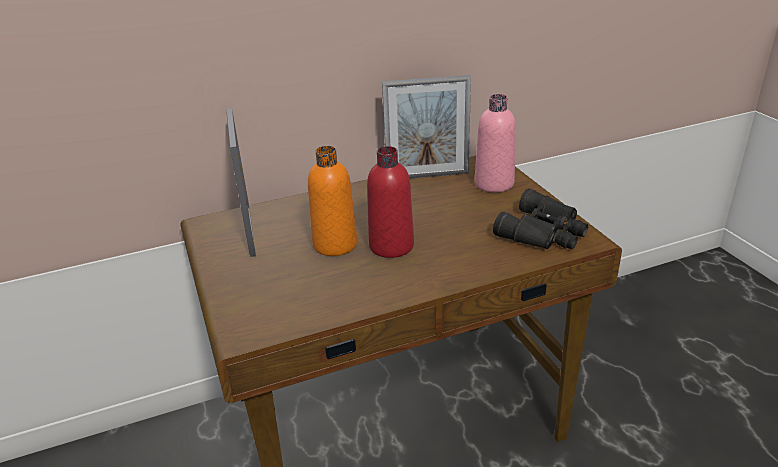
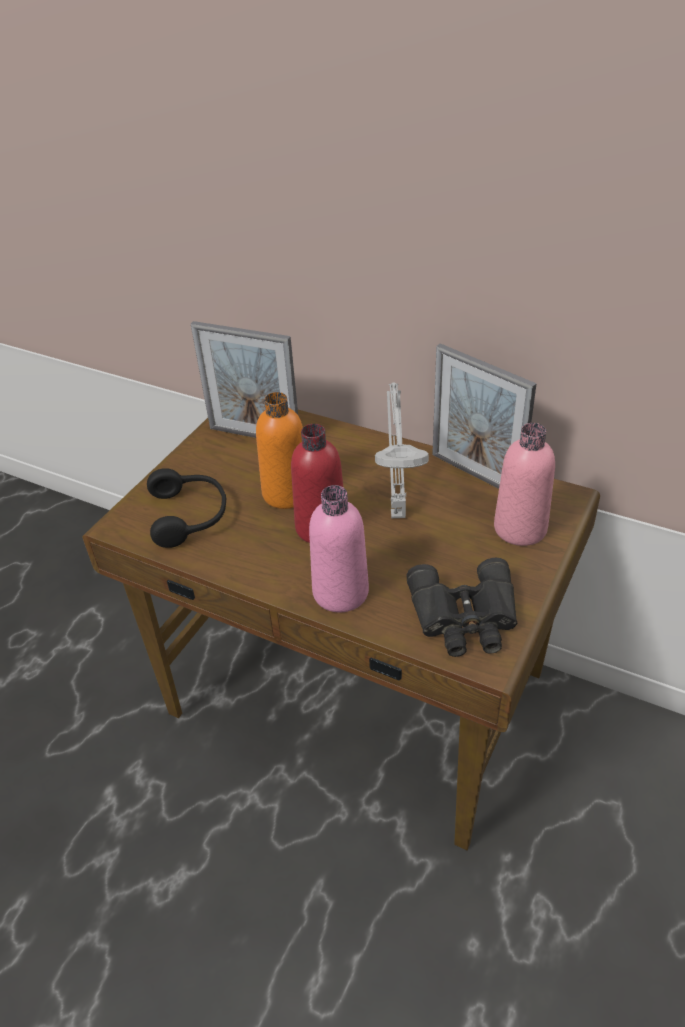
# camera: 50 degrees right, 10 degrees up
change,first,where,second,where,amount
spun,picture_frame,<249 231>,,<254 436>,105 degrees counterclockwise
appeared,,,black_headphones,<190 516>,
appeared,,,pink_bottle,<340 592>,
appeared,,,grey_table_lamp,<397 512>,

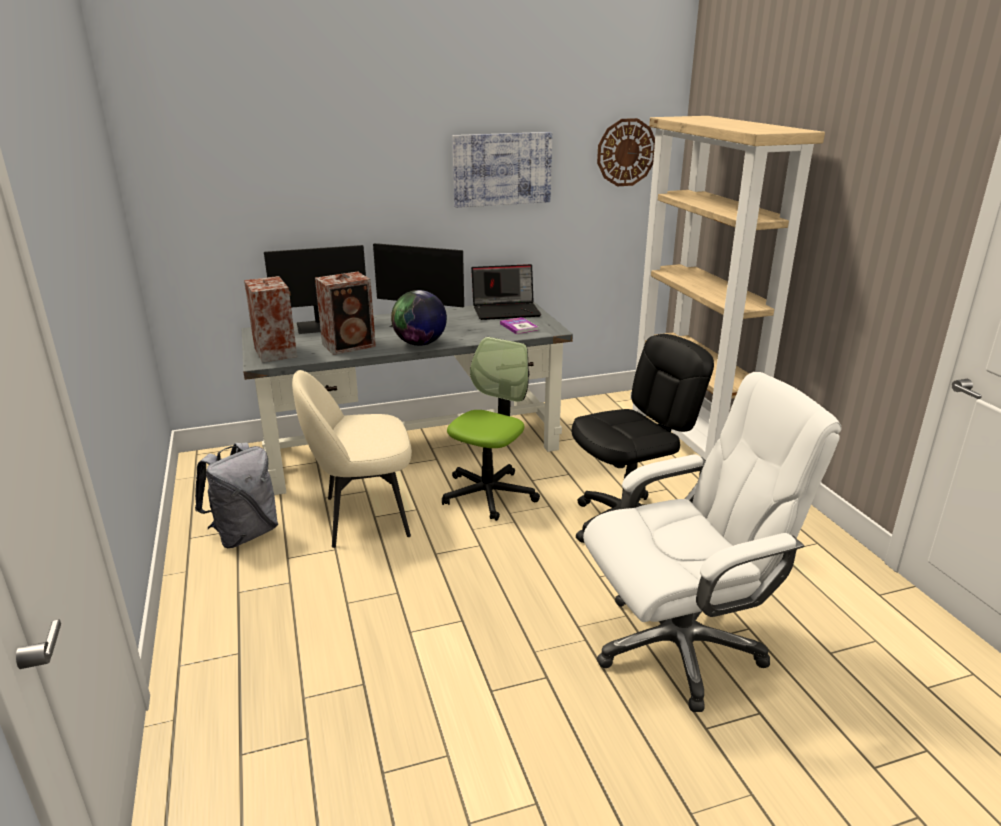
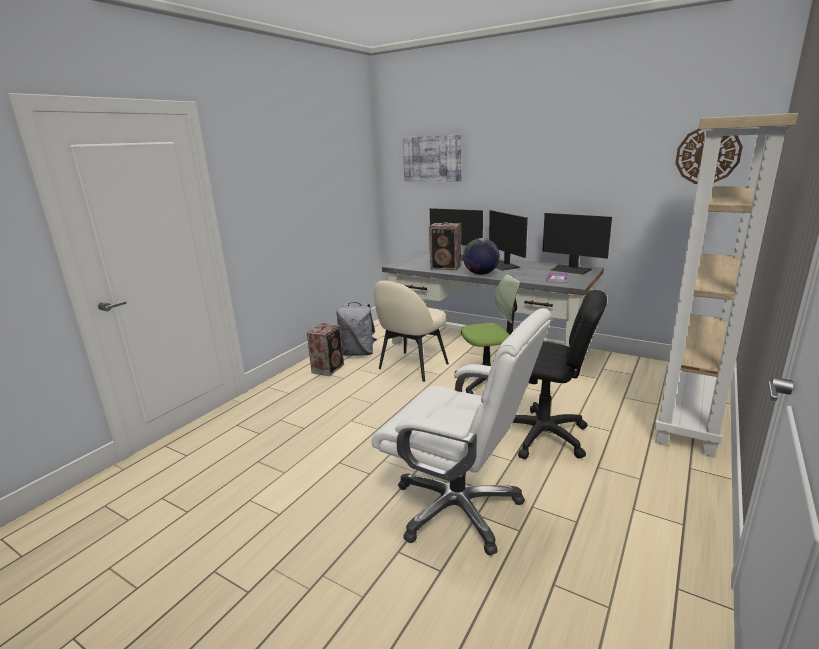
# camera: 50 degrees right, 5 degrees down
change,first,where,second,where,amount
relocated,speaker,<275 351>,,<329 368>,
spun,beige_chair,<363 517>,,<412 367>,90 degrees counterclockwise
relocated,picture,<502 169>,,<432 158>,
exchanged,laptop,<507 310>,monitor,<571 269>,

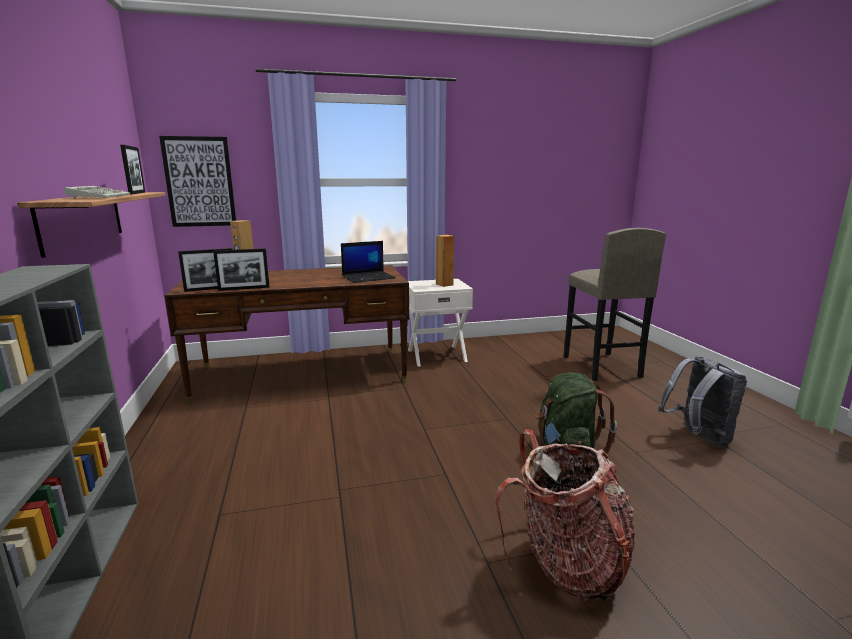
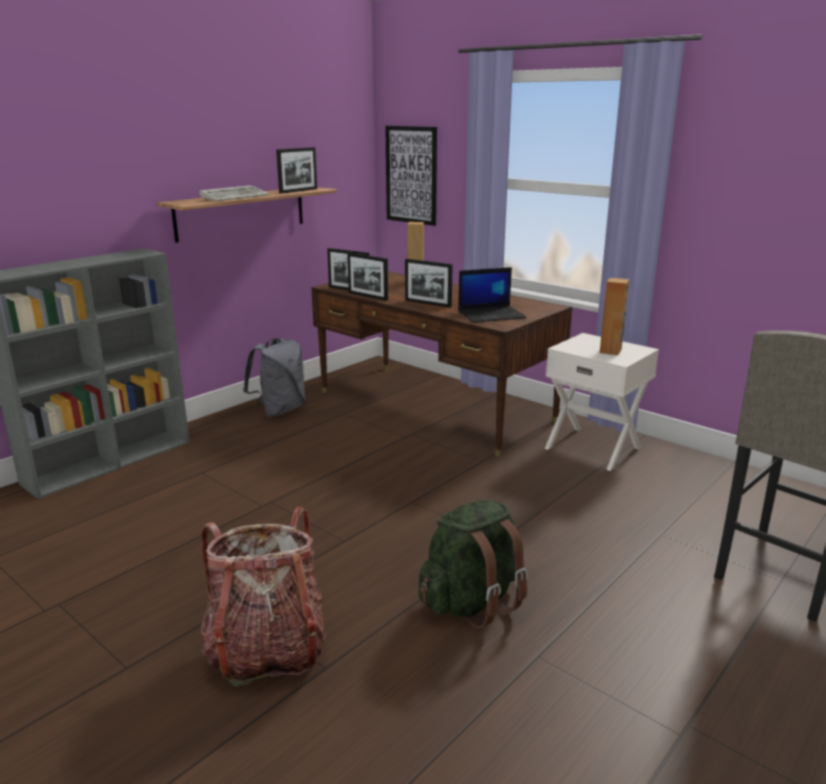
# camera: 55 degrees right, 5 degrees up
change,first,where,second,where,amount
spun,laptop,<369 277>,,<492 315>,45 degrees counterclockwise
relocated,grey_backpack,<698 437>,,<280 410>,
appeared,,,picture_frame,<428 303>,

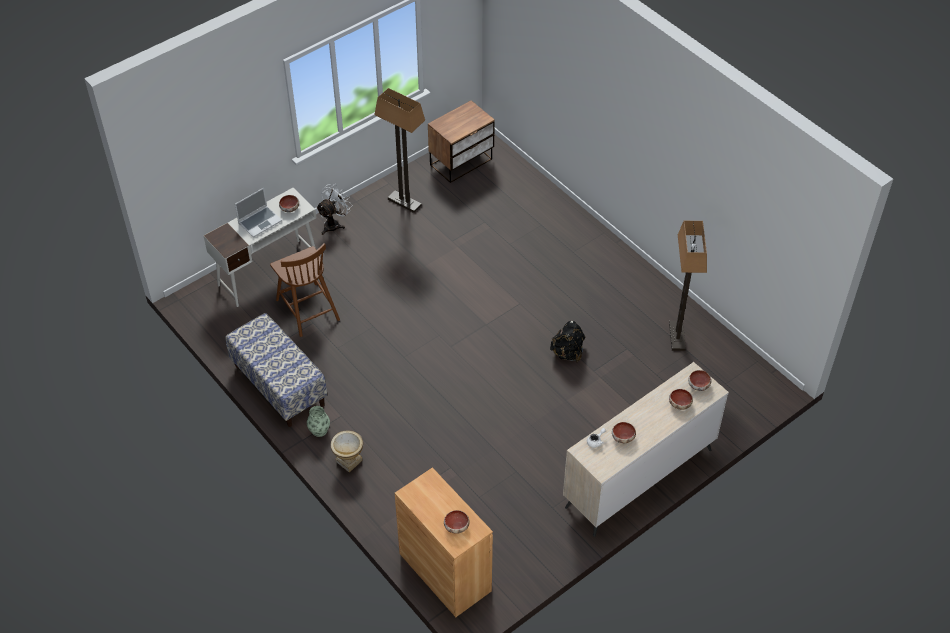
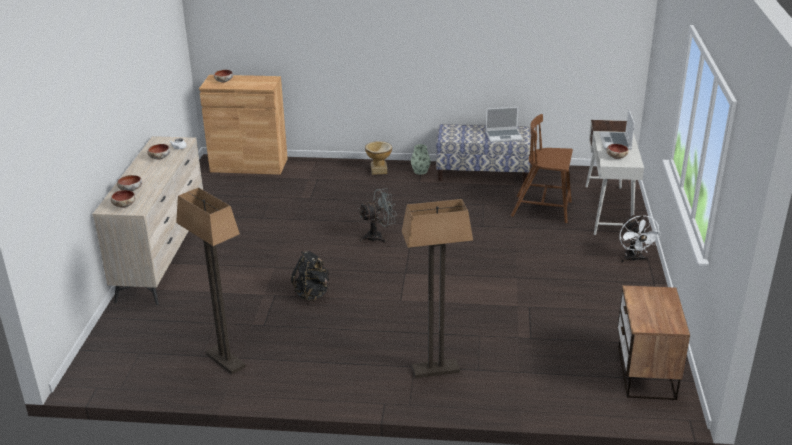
# camera: 135 degrees right, 20 degrees down
change,first,where,second,where,amount
relocated,floor_lamp,<405 202>,,<435 370>,
appeared,,,grey_fan,<378 236>,
appeared,,,laptop,<504 136>,

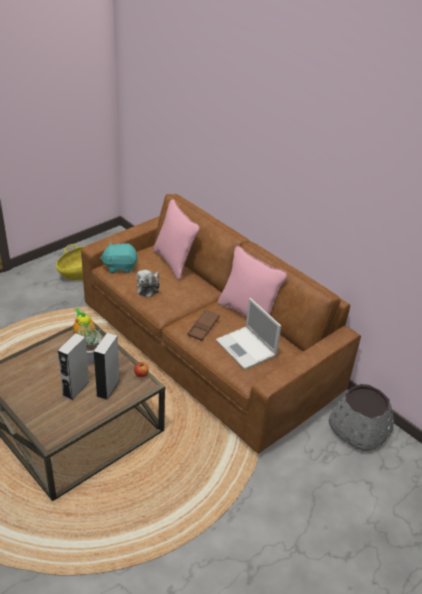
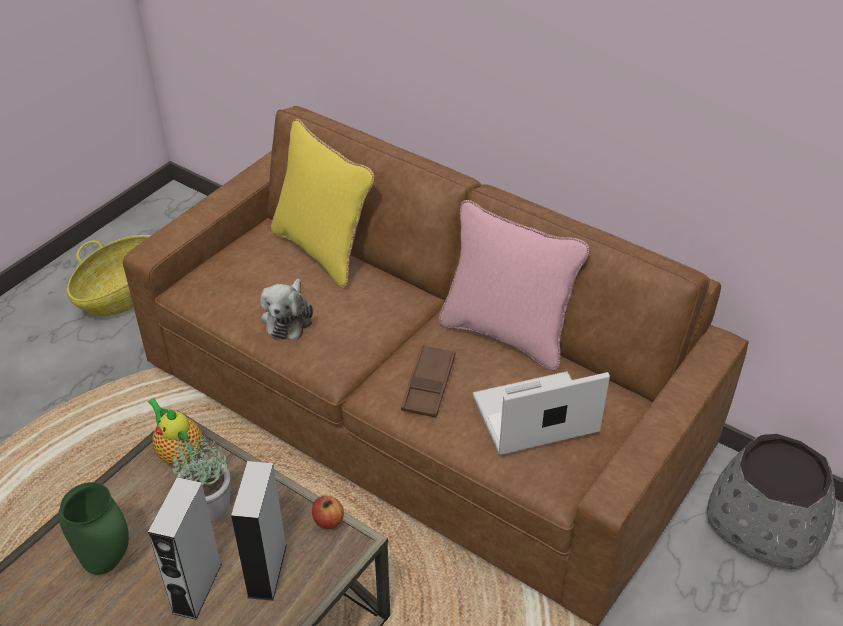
# camera: 10 degrees left, 5 degrees up
change,first,where,second,where,amount
missing,turquoise_plush_toy,<120 266>,,,
colour,pink_pillow,<174 262>,yellow_pillow,<323 250>,
spun,laptop,<246 348>,,<532 416>,120 degrees clockwise
appeared,,,green_vase,<108 561>,

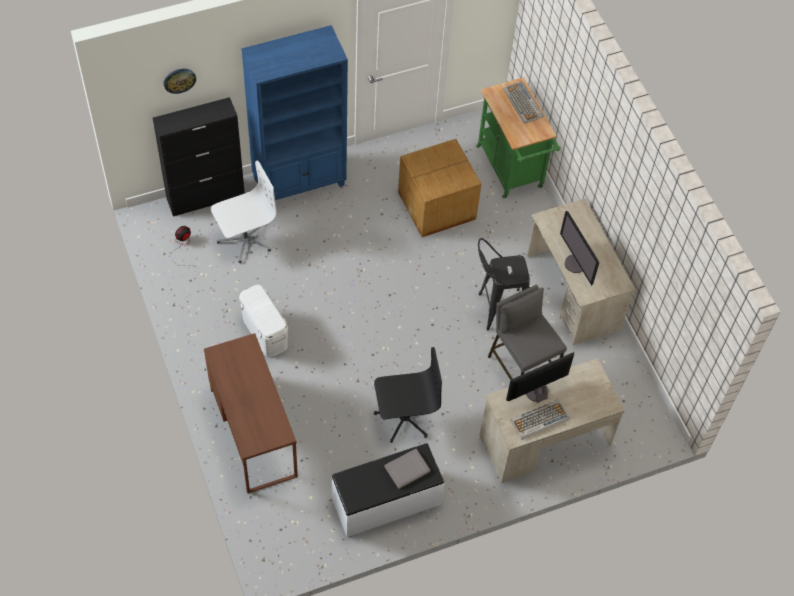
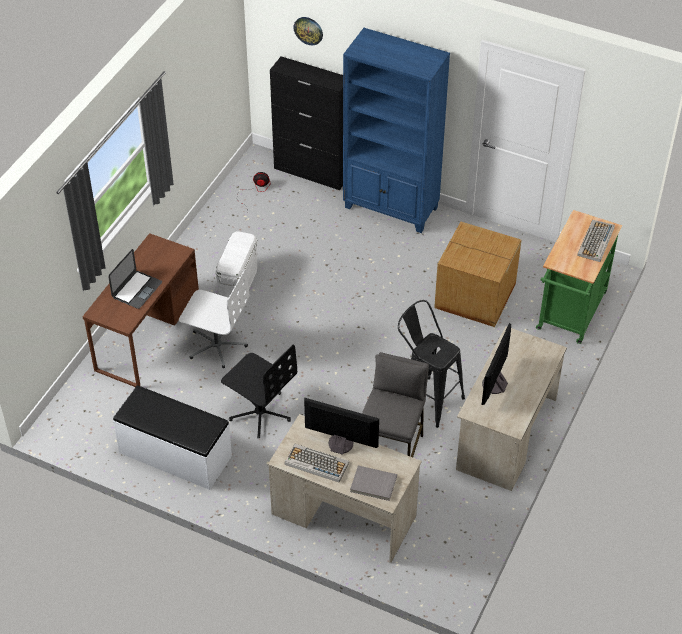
# camera: 50 degrees right, 10 degrees down
change,first,where,second,where,amount
relocated,white_office_chair,<245 239>,,<216 345>,
relocated,grey_book,<407 470>,,<373 485>,
appeared,,,laptop,<137 289>,

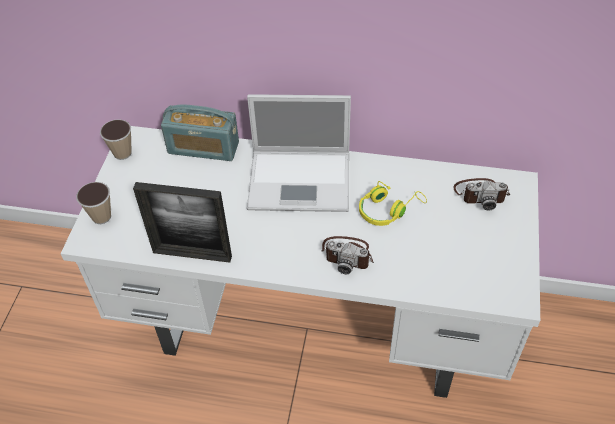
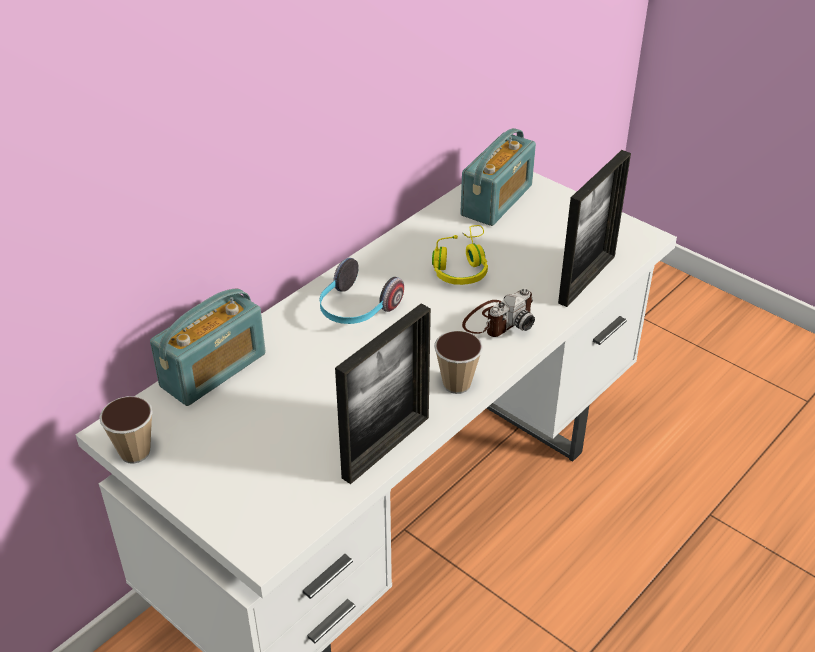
# camera: 60 degrees left, 10 degrees down
change,first,where,second,where,amount
relocated,cup,<101 217>,,<457 384>,
exchanged,laptop,<302 180>,headphones,<356 310>,
exchanged,photo_camera,<480 194>,radio,<497 200>,
appeared,,,picture_frame,<587 279>,

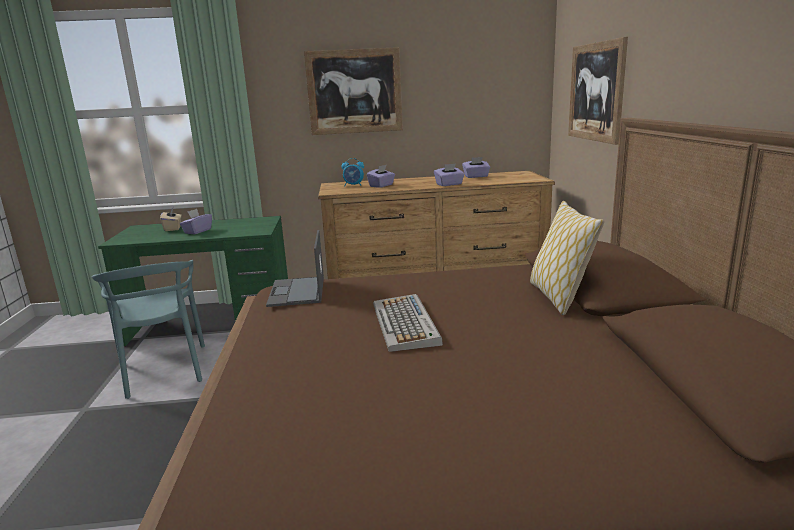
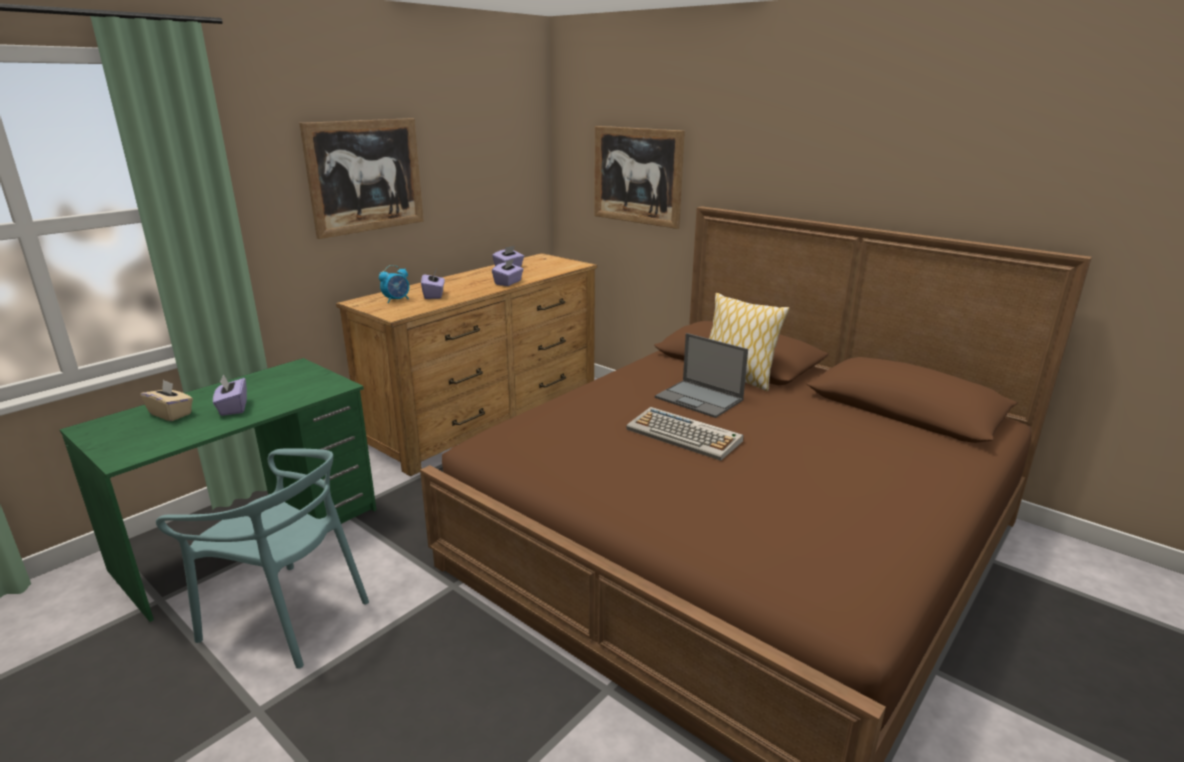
# camera: 45 degrees left, 5 degrees up
change,first,where,second,where,amount
relocated,laptop,<297 292>,,<700 399>,

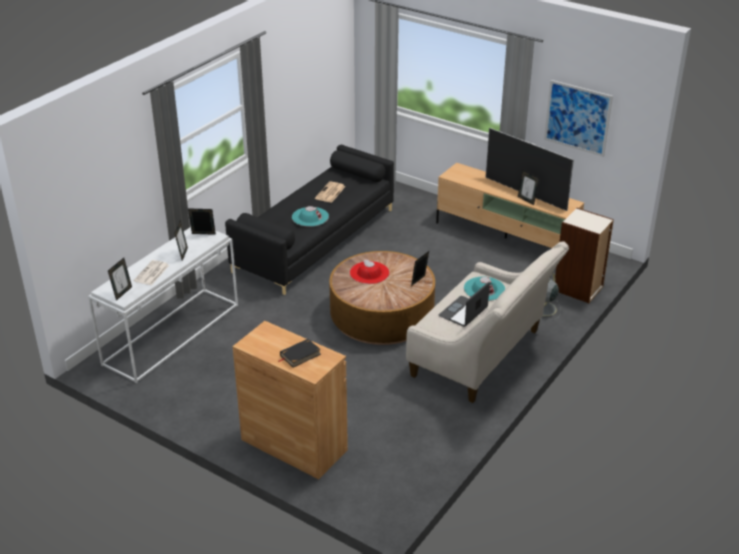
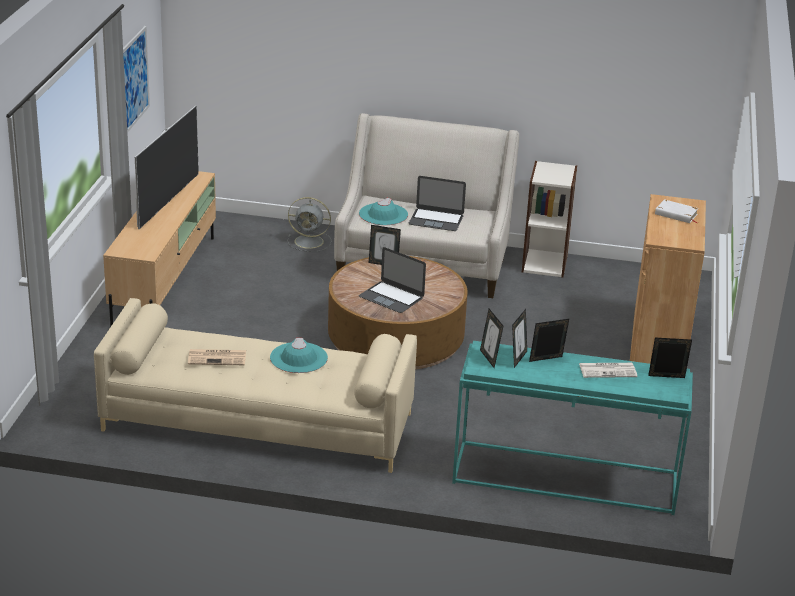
# camera: 115 degrees left, 5 degrees down
change,first,where,second,where,amount
colour,white_console_table,<172 333>,turquoise_console_table,<563 479>,
colour,black_sofa,<315 239>,beige_sofa,<257 422>,
colour,black_book,<300 355>,white_book,<676 214>,
exchanged,red_hat,<369 273>,laptop,<391 297>,
relocated,picture_frame,<526 200>,,<517 359>,
relocated,bookcase,<578 289>,,<545 263>,

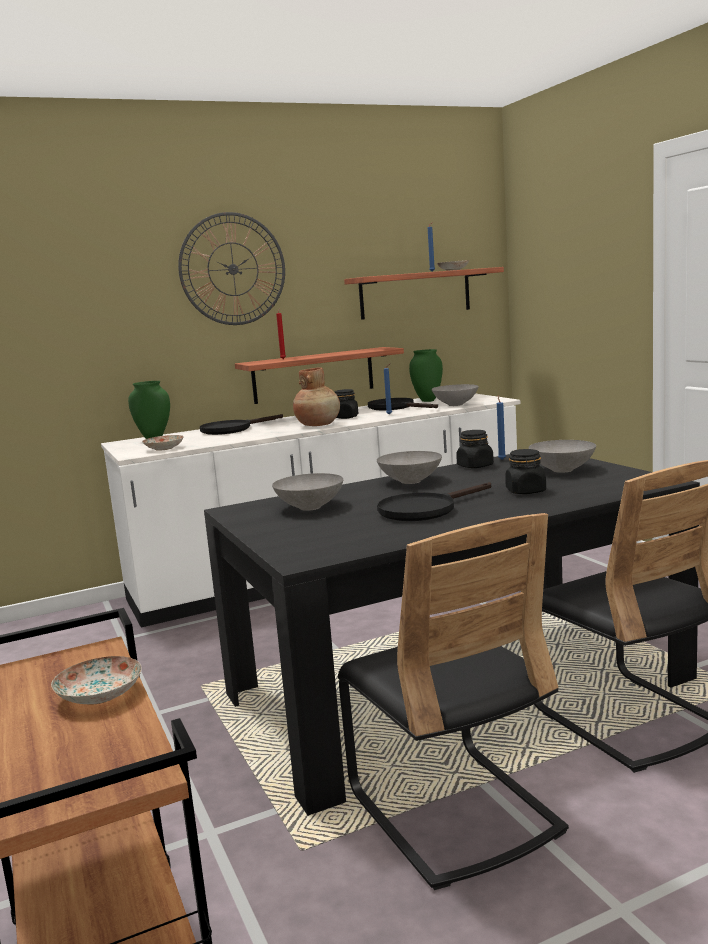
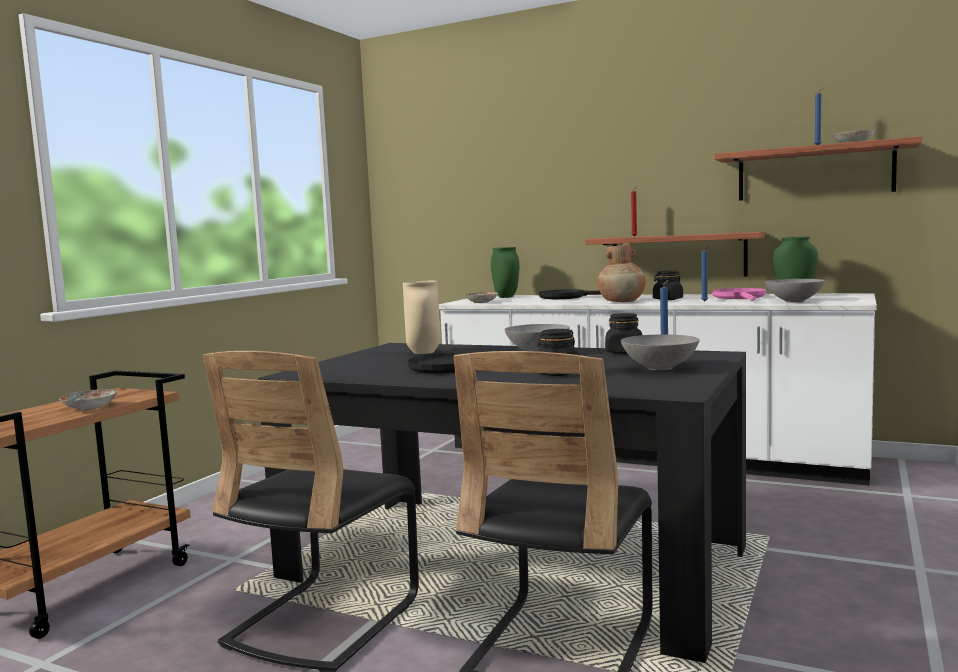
# camera: 50 degrees right, 5 degrees down
change,first,where,second,where,amount
missing,wall_clock,<233 269>,,,
exchanged,grey_bowl,<309 507>,beige_vase,<422 352>,
colour,black_frying_pan,<396 407>,pink_frying_pan,<740 297>,

